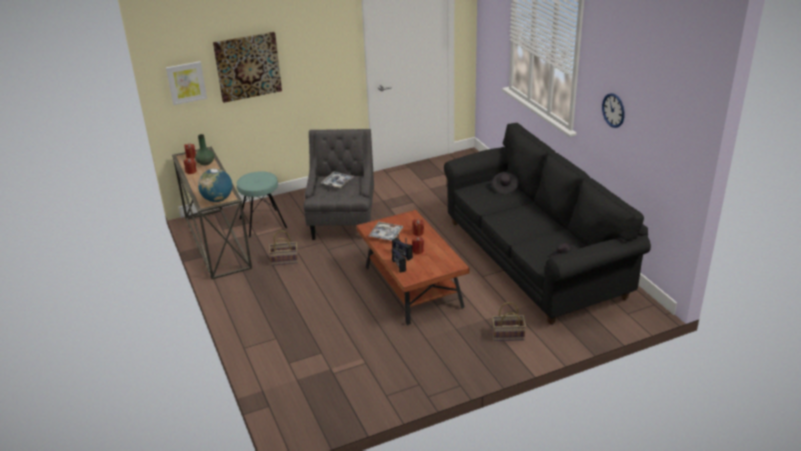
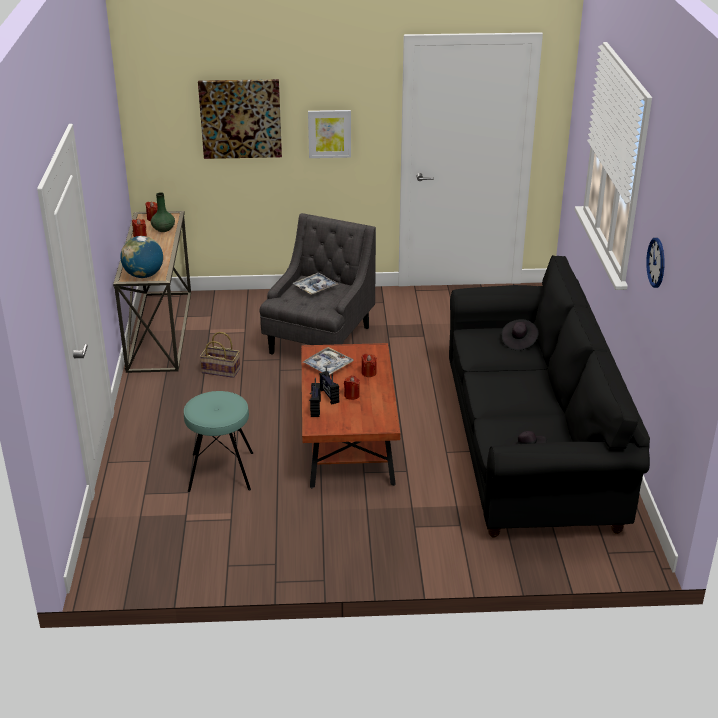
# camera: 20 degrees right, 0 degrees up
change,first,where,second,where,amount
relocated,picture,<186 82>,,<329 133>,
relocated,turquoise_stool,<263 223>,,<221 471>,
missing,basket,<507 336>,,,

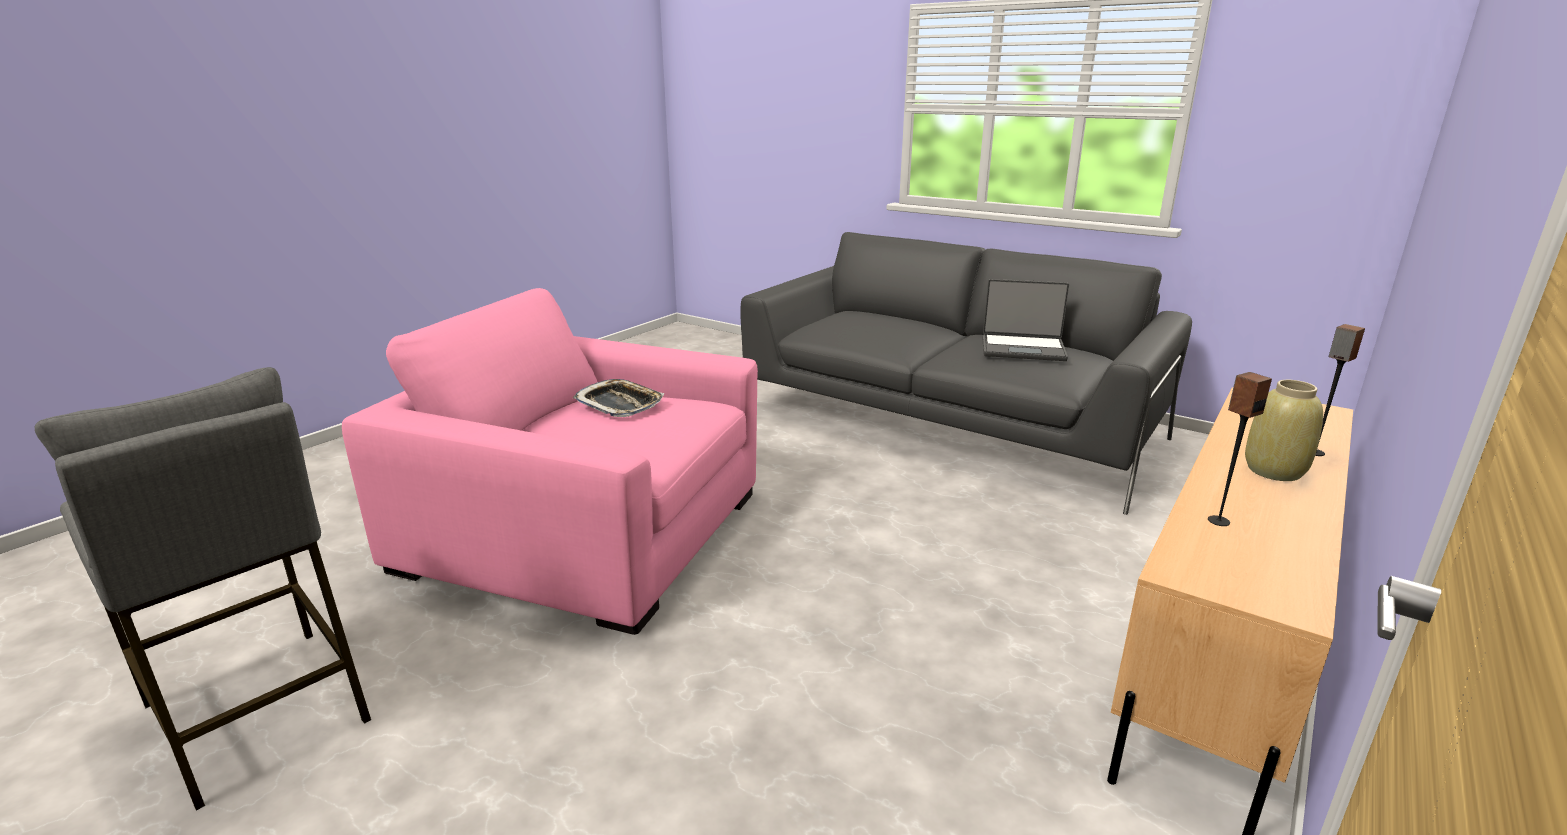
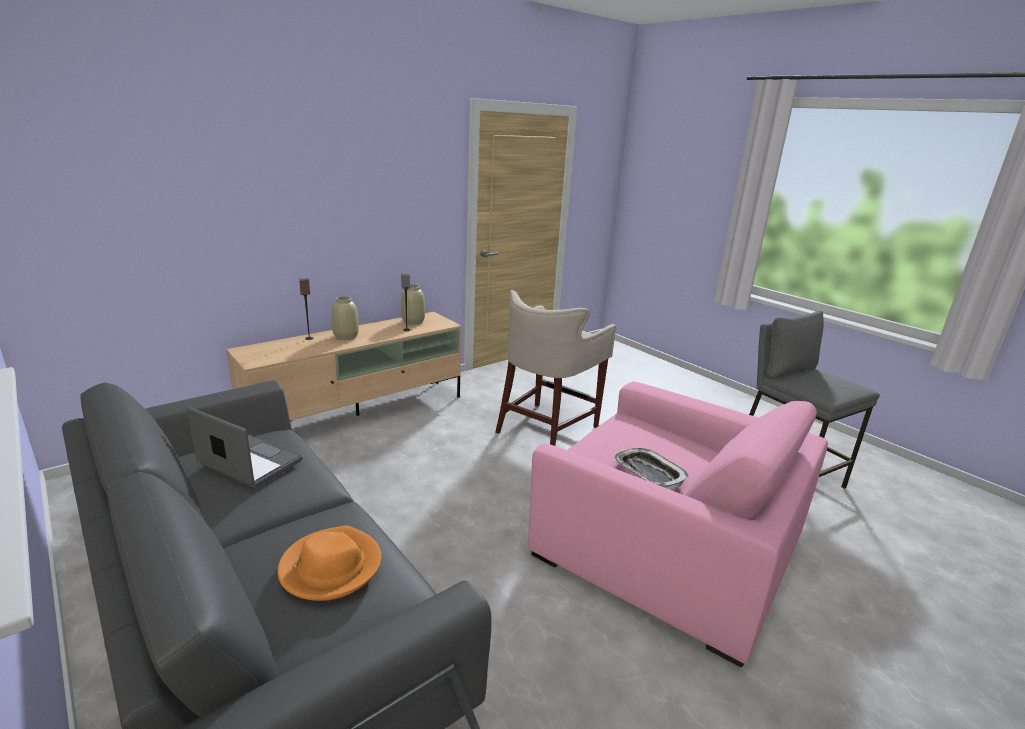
# camera: 165 degrees left, 0 degrees up
change,first,where,second,where,amount
appeared,,,orange_hat,<330 567>,
appeared,,,beige_vase,<413 321>,
appeared,,,beige_stool,<546 428>,

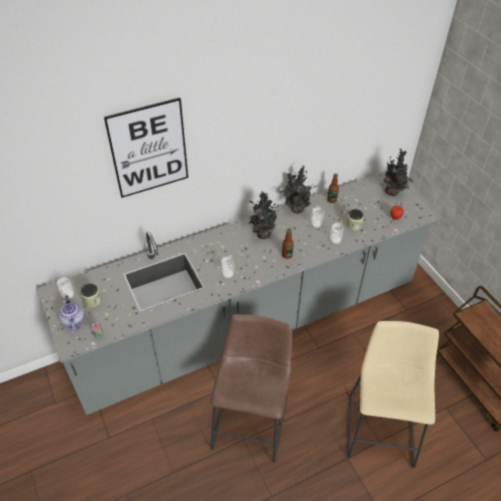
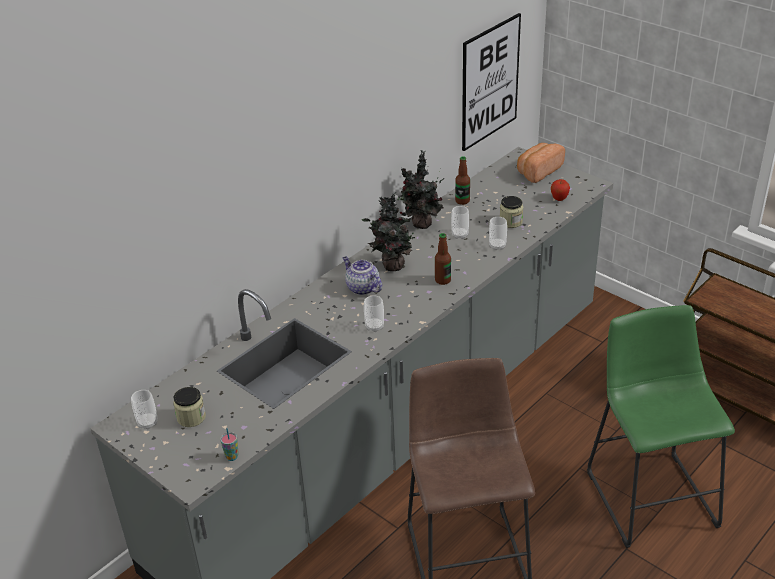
# camera: 20 degrees left, 10 degrees down
change,first,where,second,where,amount
relocated,teapot,<73 321>,,<362 288>,
relocated,picture,<149 149>,,<490 82>,
colour,beige_stool,<381 425>,green_stool,<649 493>,
exchanged,potted_plant,<393 192>,bread,<538 171>,

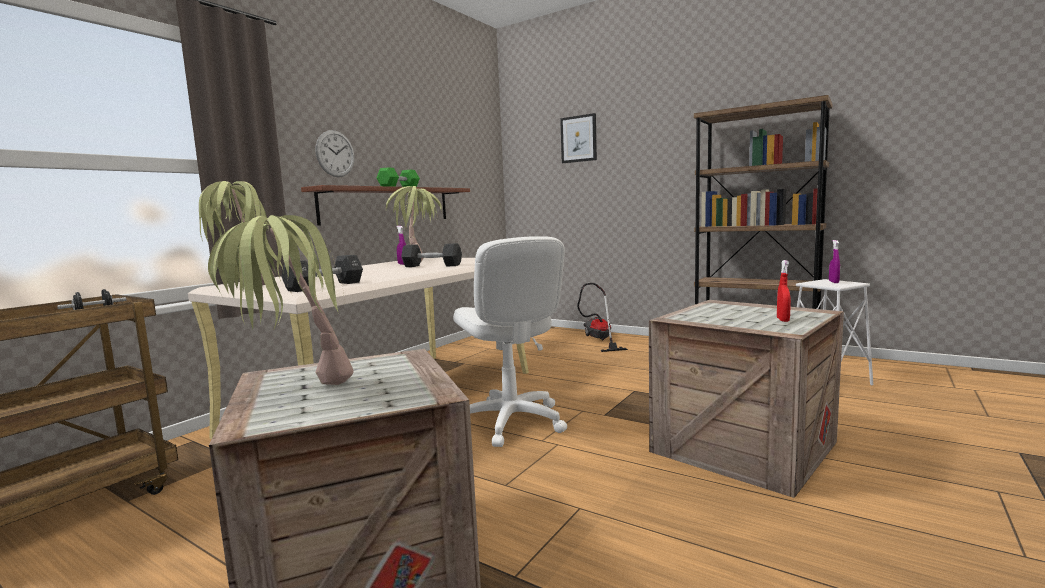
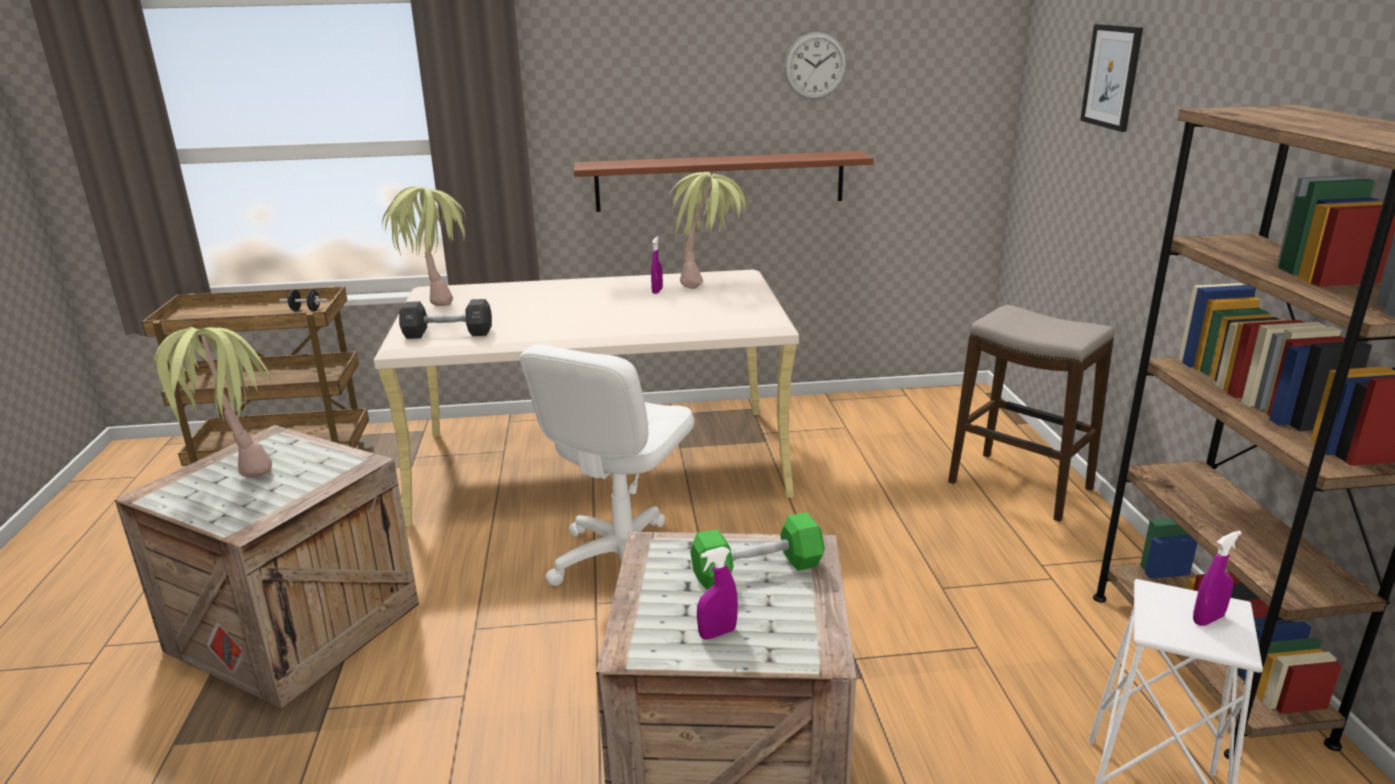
# camera: 50 degrees right, 15 degrees up
change,first,where,second,where,amount
relocated,wall_clock,<335 153>,,<815 66>,
relocated,green_dumbbell,<399 187>,,<757 570>,
missing,black_dumbbell,<432 266>,,,
exchanged,vacuum_cleaner,<599 340>,stool,<1019 486>,
colour,red_spray_bottle,<783 320>,purple_spray_bottle,<717 633>,

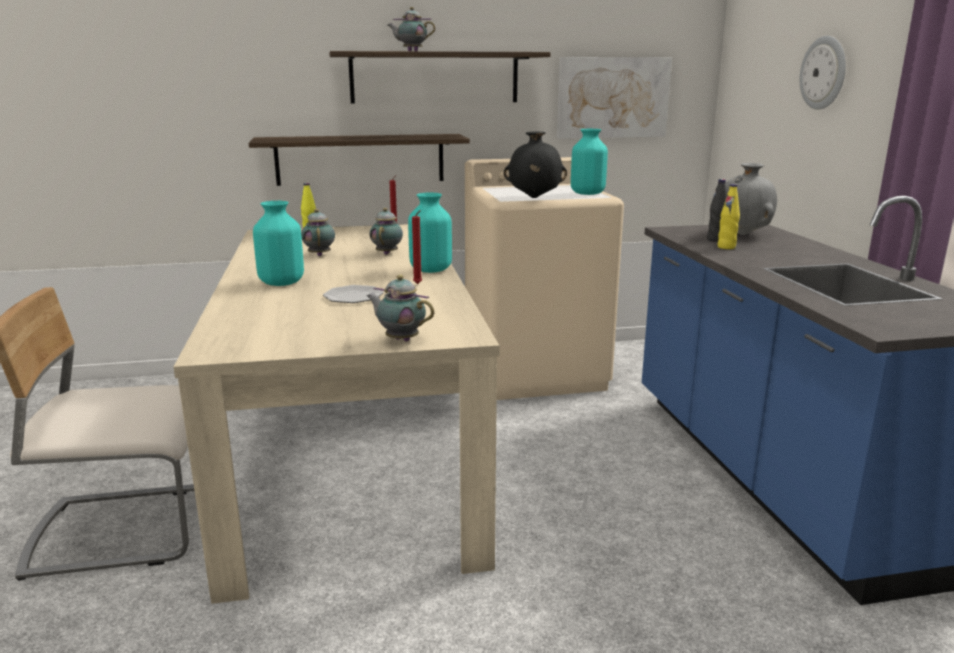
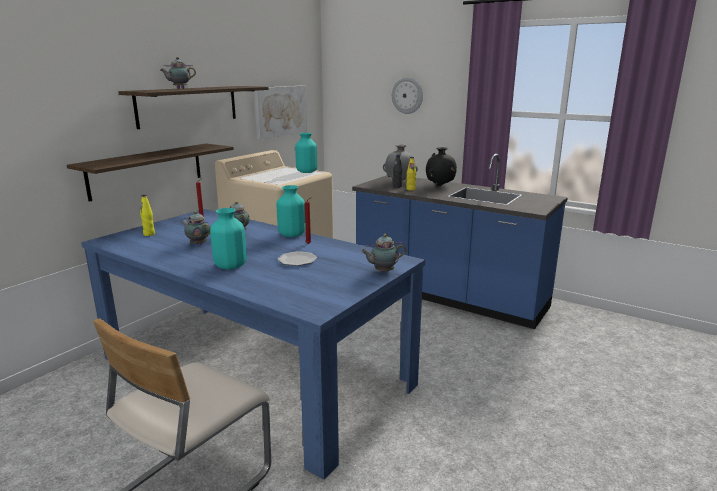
# camera: 45 degrees left, 0 degrees up
change,first,where,second,where,amount
colour,beige_dining_table,<351 450>,blue_dining_table,<254 371>,
relocated,black_vase,<534 198>,,<440 186>,

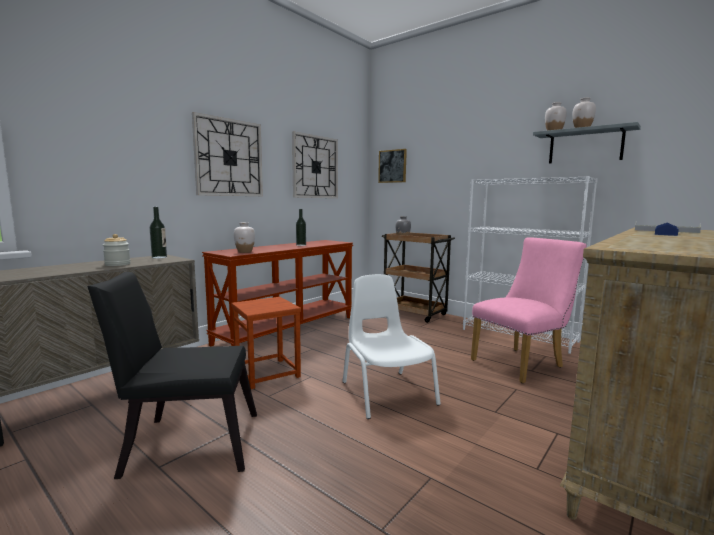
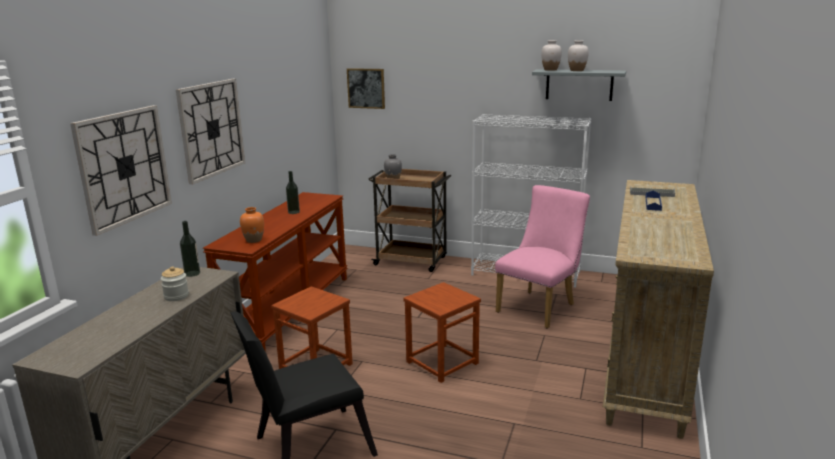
# camera: 20 degrees left, 10 degrees up
change,first,where,second,where,amount
colour,white_vase,<245 252>,orange_vase,<254 240>,
relocated,wall_clock,<315 167>,,<124 167>,
exchanged,white_chair,<387 392>,brown_stool,<442 362>,

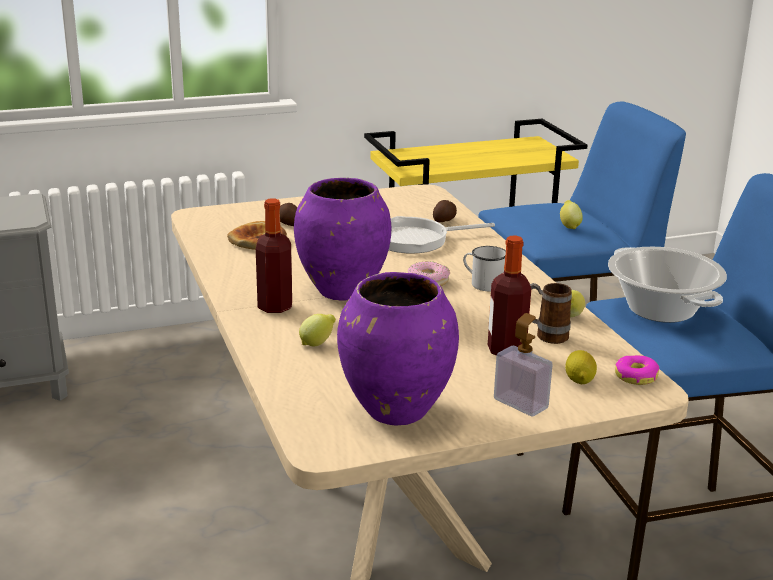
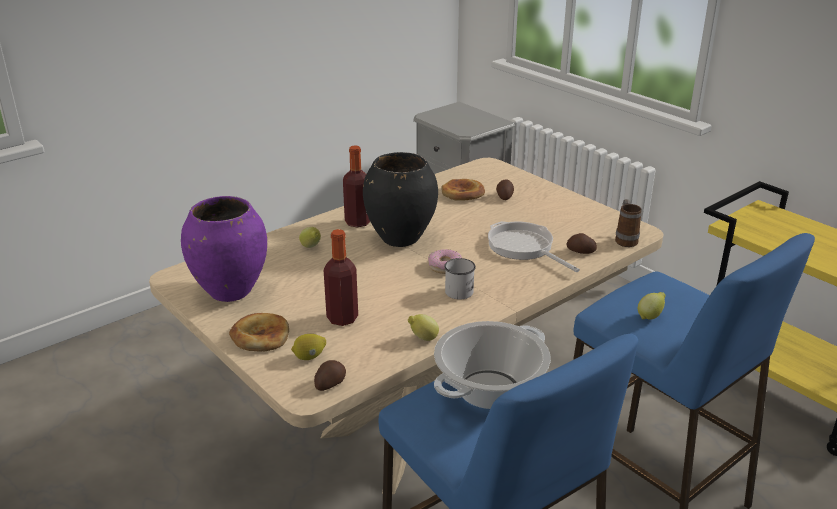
# camera: 70 degrees right, 5 degrees up
change,first,where,second,where,amount
colour,purple_vase,<341 291>,black_vase,<399 238>,
exchanged,soap_dispenser,<520 403>,bread,<260 336>,
relocated,mug,<545 335>,,<625 239>,
exchanged,donut,<635 376>,potato,<329 383>,

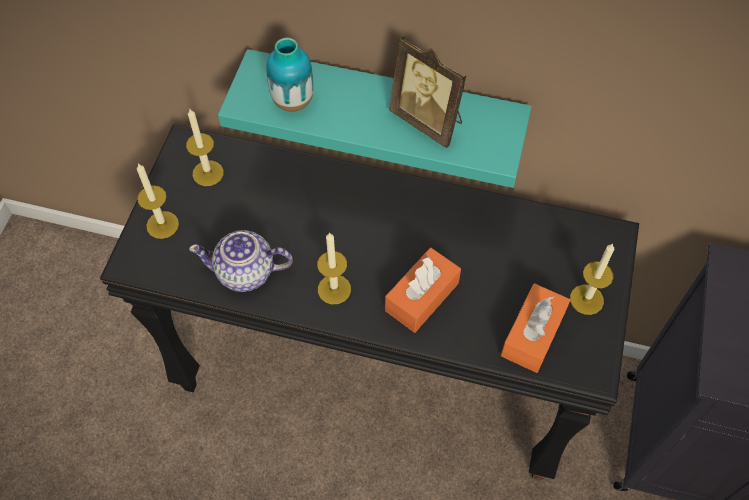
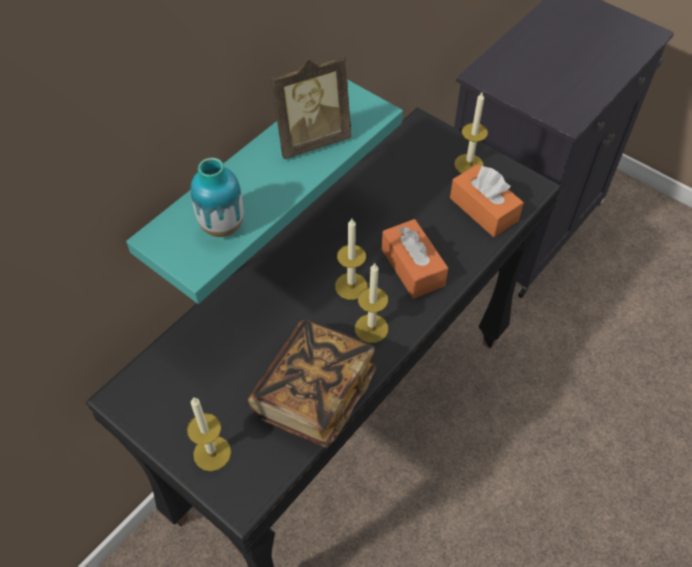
# camera: 65 degrees left, 5 degrees down
change,first,where,second,where,amount
relocated,candle,<208 173>,,<351 286>,
exchanged,teapot,<246 272>,book,<314 394>,

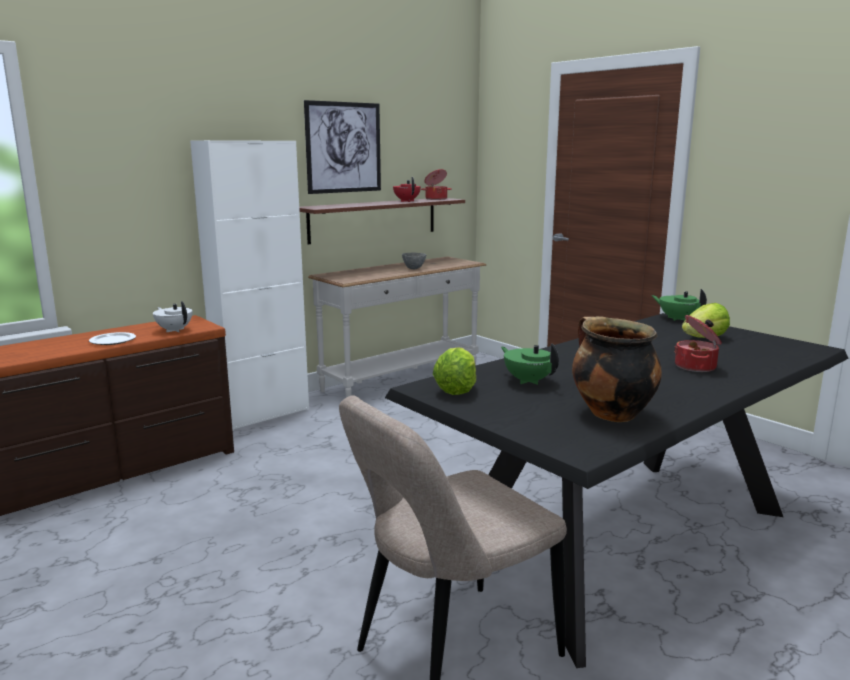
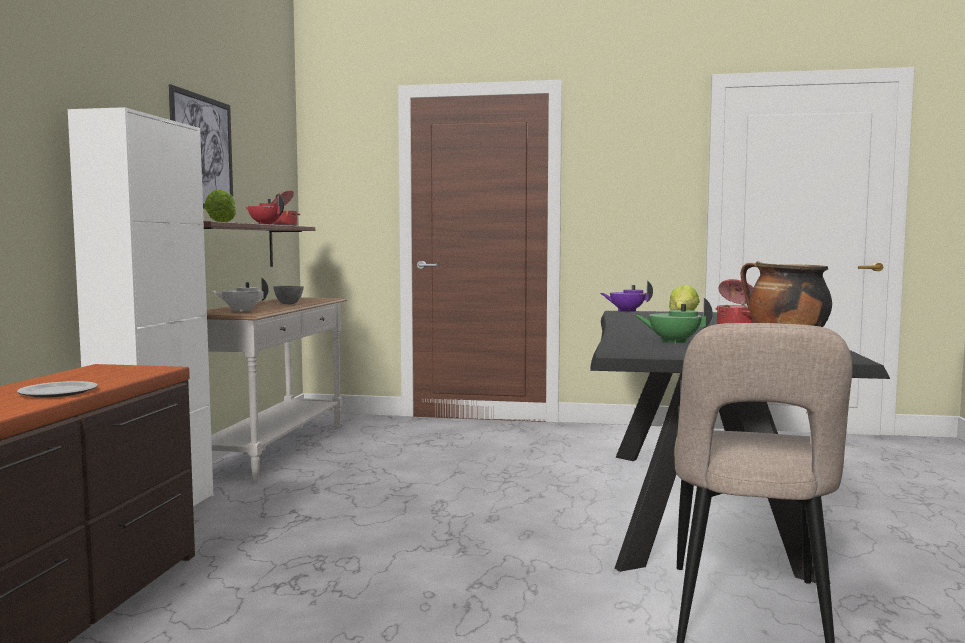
# camera: 40 degrees left, 10 degrees down
change,first,where,second,where,amount
relocated,white_teapot,<174 330>,,<241 310>,
relocated,lettuce,<457 389>,,<219 222>,
colour,green_teapot,<677 318>,purple_teapot,<626 311>,

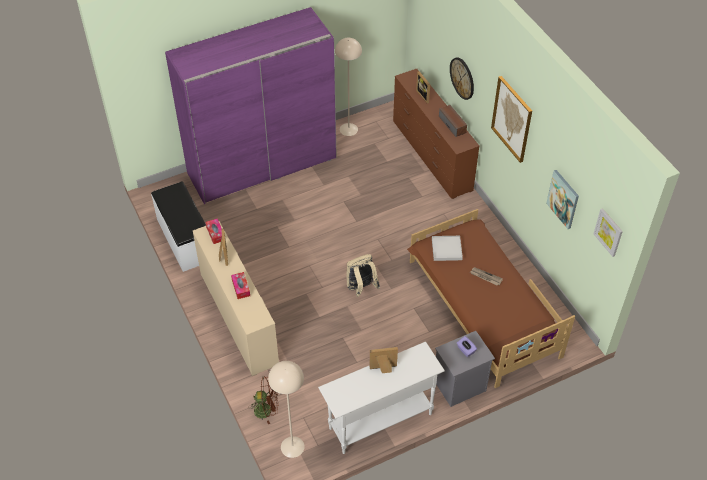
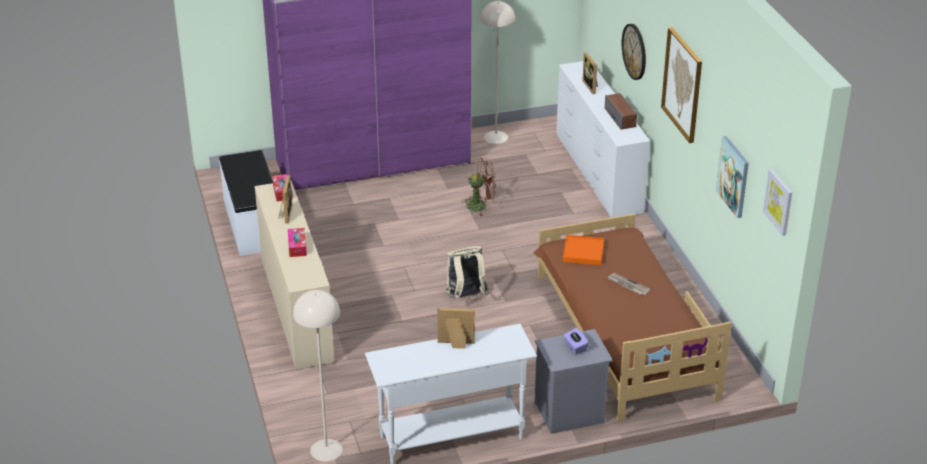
# camera: 10 degrees right, 15 degrees down
change,first,where,second,where,amount
relocated,brown_fan,<267 410>,,<481 206>,
colour,brown_dresser,<431 155>,white_dresser,<597 173>,
colour,white_tray,<446 249>,orange_tray,<583 252>,

